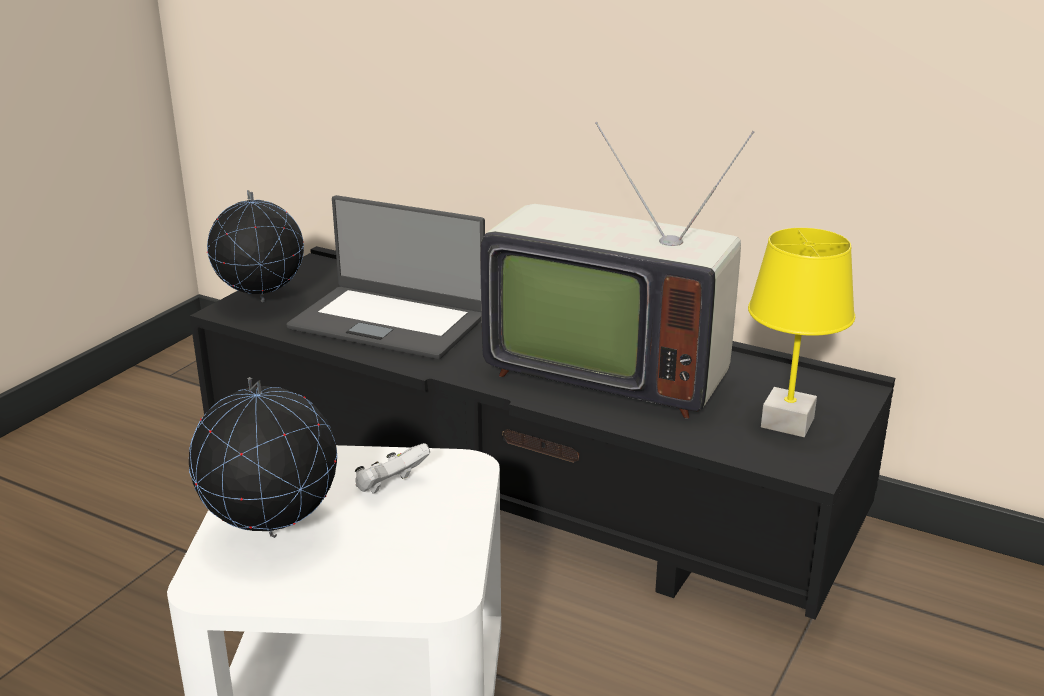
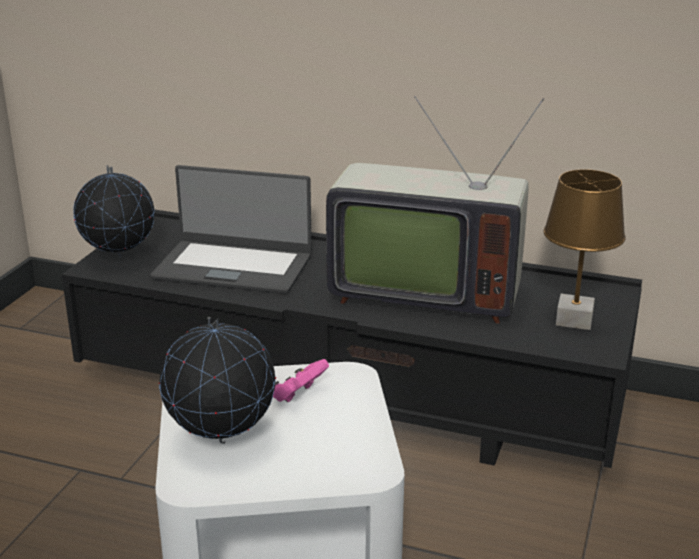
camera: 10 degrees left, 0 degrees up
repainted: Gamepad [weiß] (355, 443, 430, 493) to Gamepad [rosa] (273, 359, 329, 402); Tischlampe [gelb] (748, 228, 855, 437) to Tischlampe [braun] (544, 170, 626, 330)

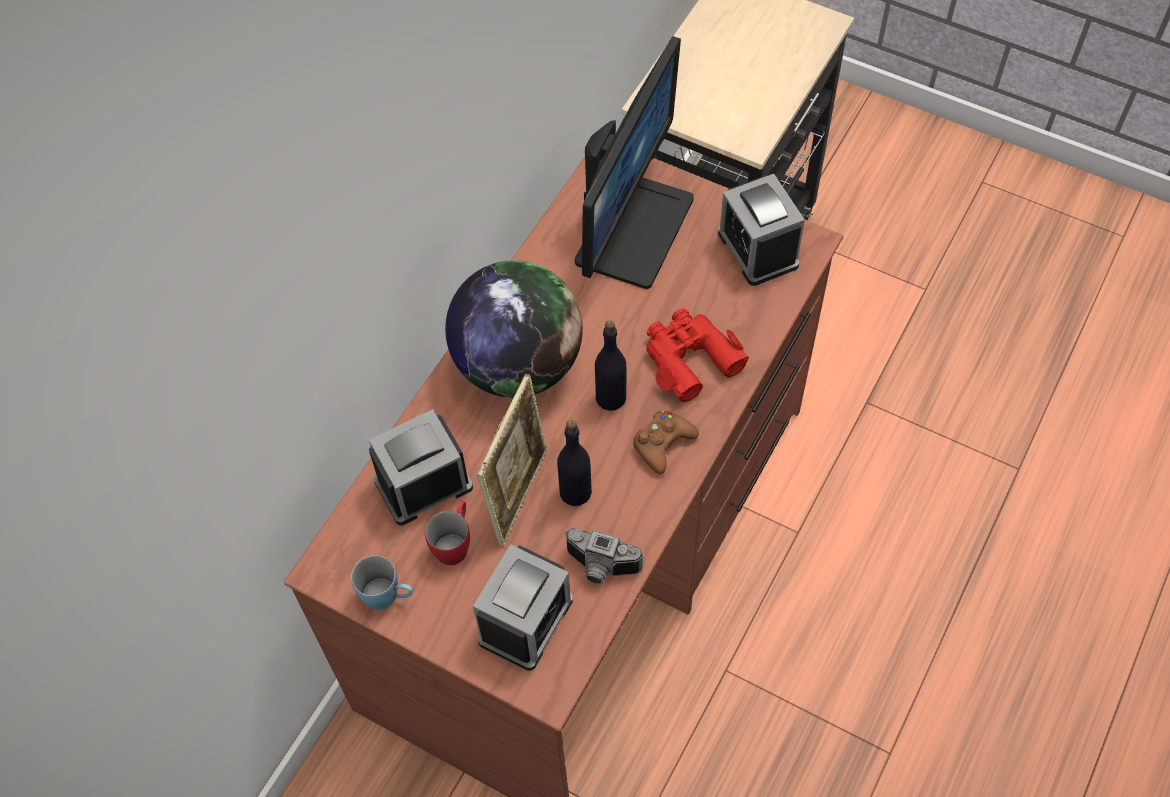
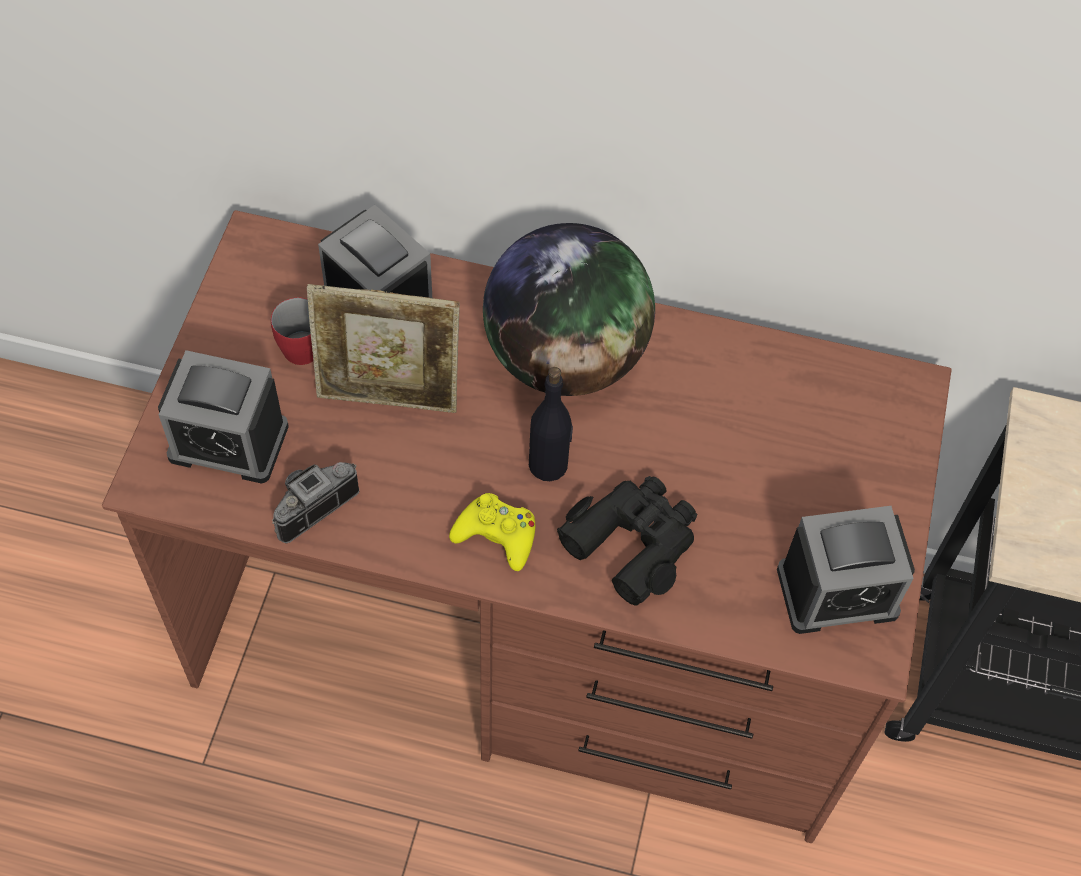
camera: 70 degrees right, 0 degrees up
gone: Henkelbecher [blau] (351, 555, 414, 610); Flasche [schwarz] (557, 420, 592, 506); Monitor (575, 36, 694, 289)
repainted: Gamepad [braun] (633, 410, 699, 475) to Gamepad [gelb] (449, 493, 535, 571); Fernglas [rot] (646, 308, 749, 402) to Fernglas [schwarz] (557, 476, 697, 605)
rotated: Kamera (564, 528, 644, 583) = (272, 462, 359, 544) 45 degrees clockwise; Wecker (718, 174, 805, 286) = (777, 506, 915, 634) 150 degrees counterclockwise

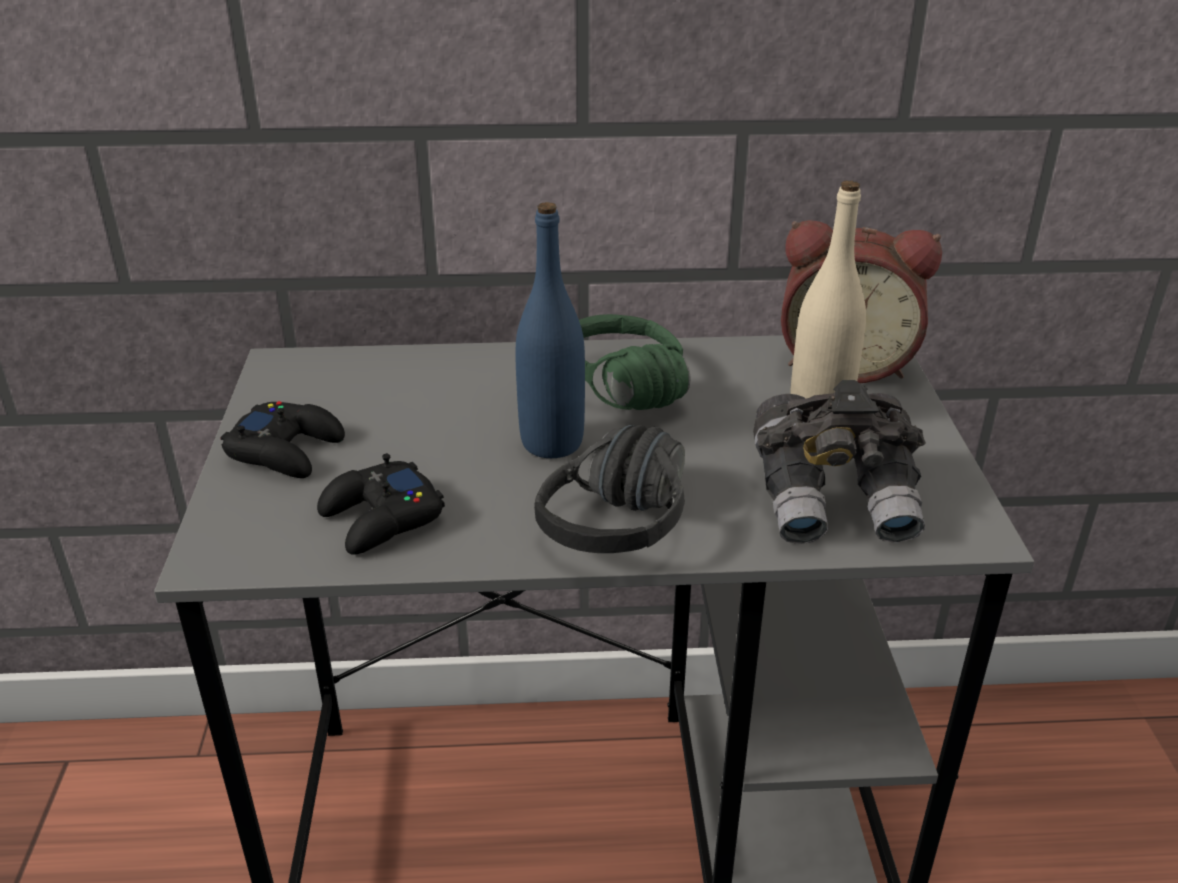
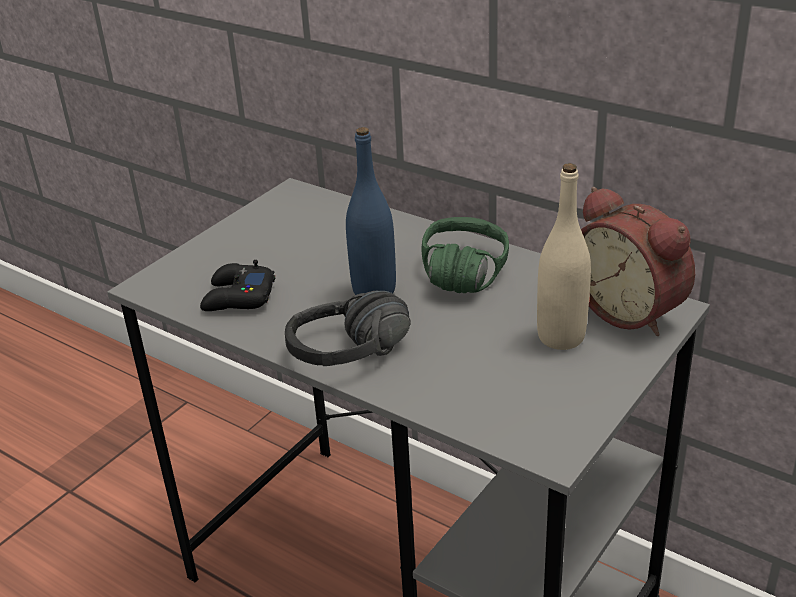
camera: 40 degrees right, 0 degrees up
gone: Gamepad [schwarz] (220, 401, 345, 478); Fernglas [grau] (753, 380, 926, 544)

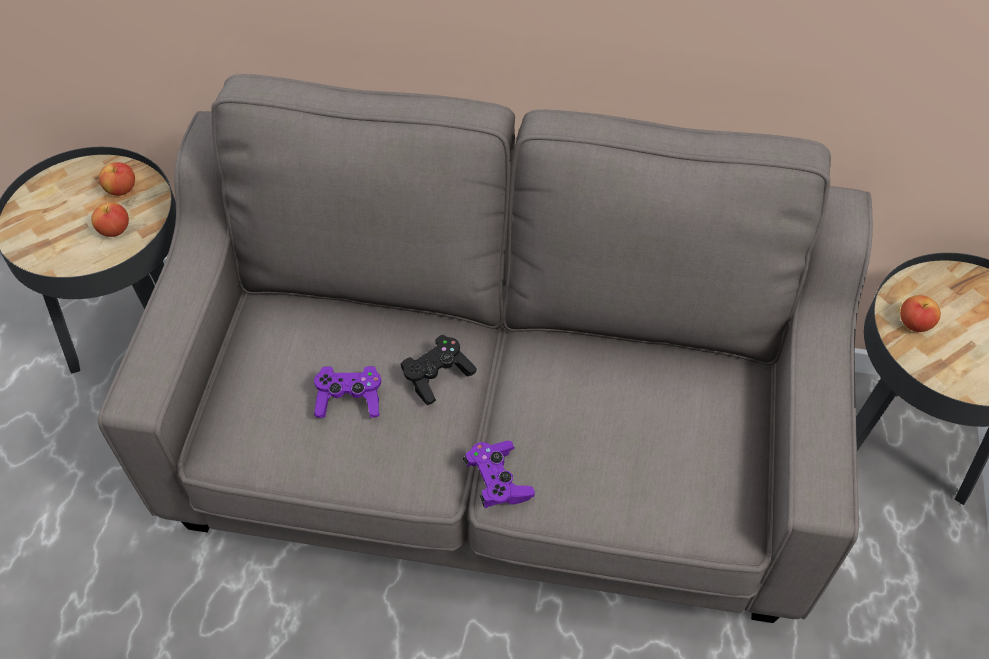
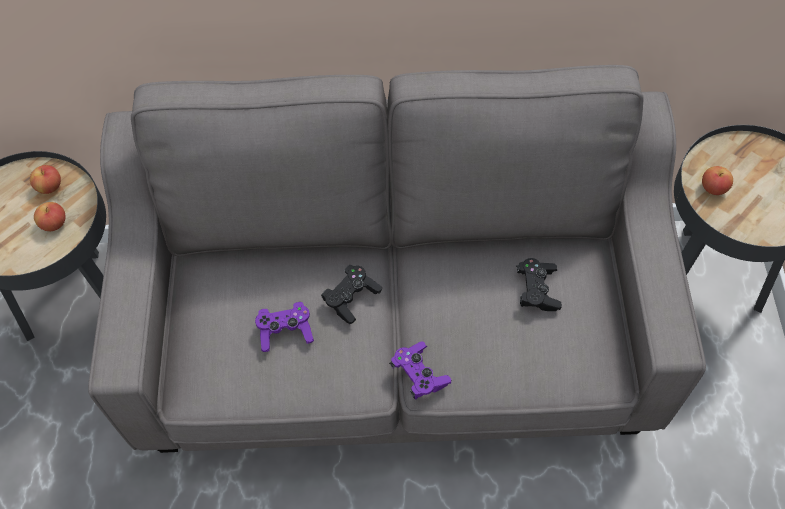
camera: 10 degrees left, 5 degrees up
new: Gamepad [schwarz] (516, 258, 562, 311)

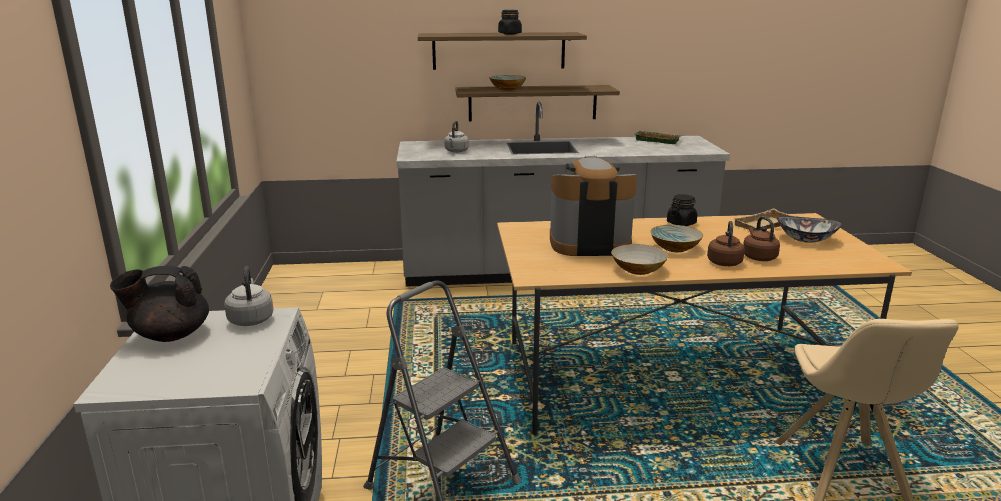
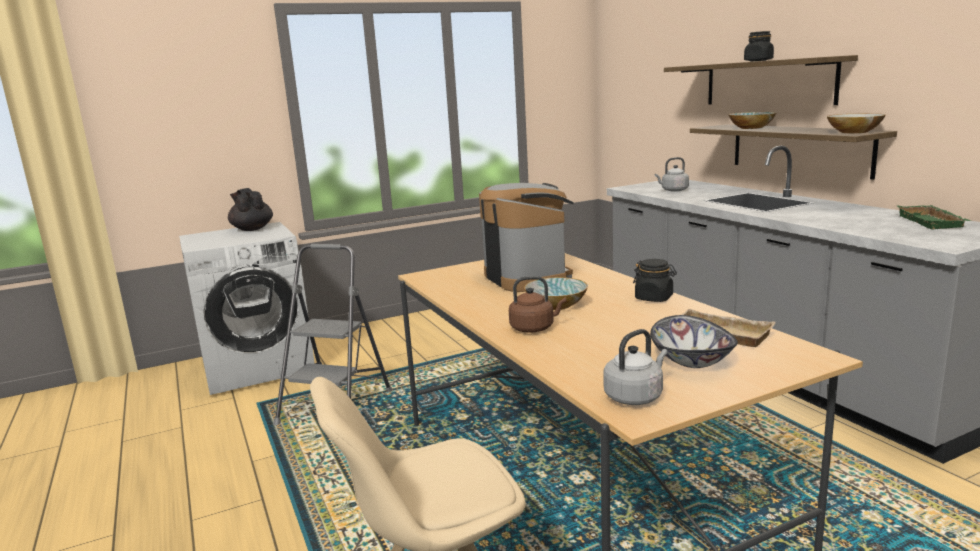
camera: 70 degrees right, 5 degrees down
gone: Wasserkessel [braun] (743, 216, 780, 261)
shifted: Wasserkessel [grau] (224, 266, 274, 326) to (603, 329, 668, 405); Schüssel (611, 244, 668, 275) to (827, 113, 886, 133)

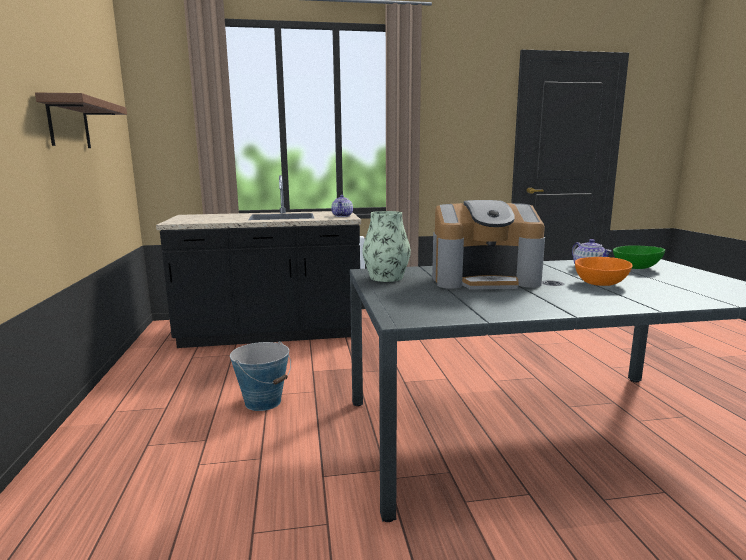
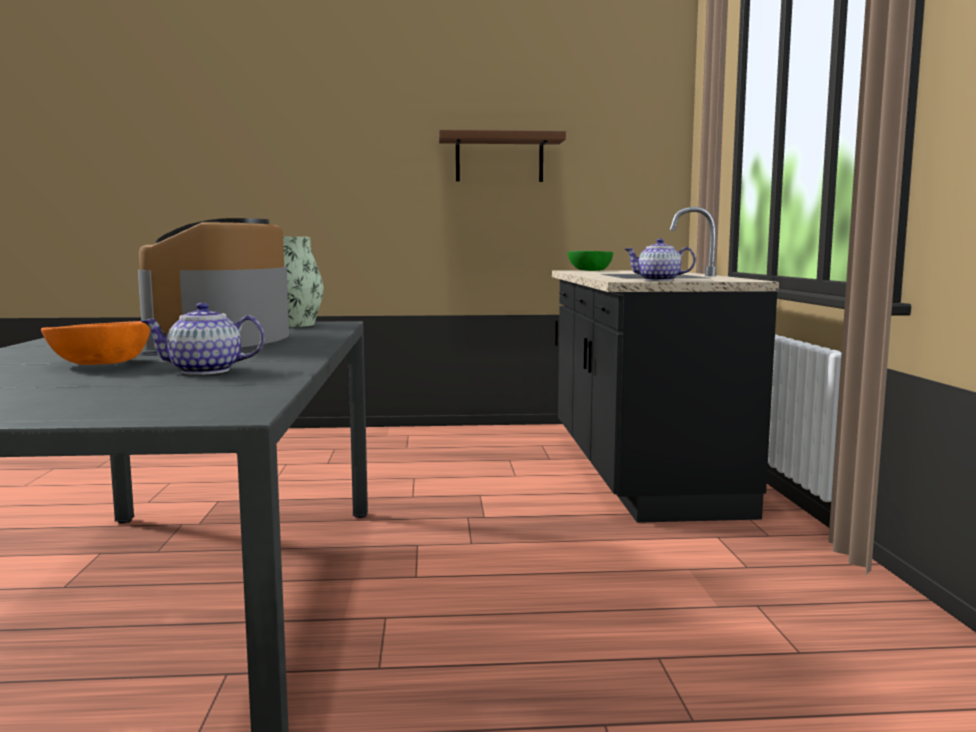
camera: 95 degrees right, 5 degrees down
gone: Eimer (230, 341, 291, 411)
shifted: Schüssel [grün] (613, 245, 665, 269) to (567, 251, 613, 271)

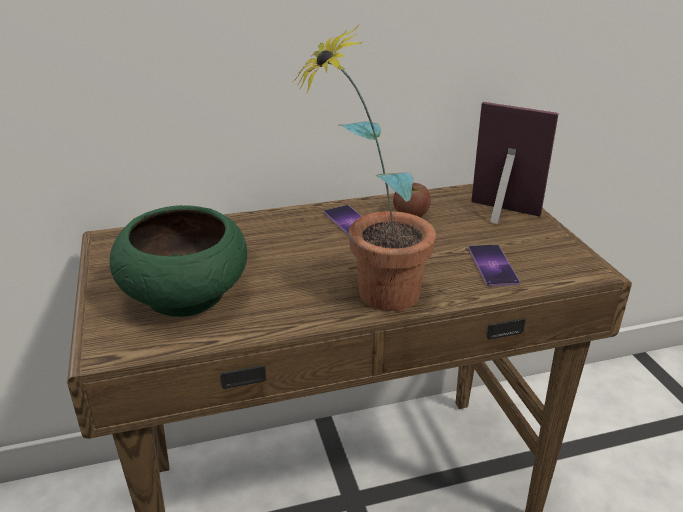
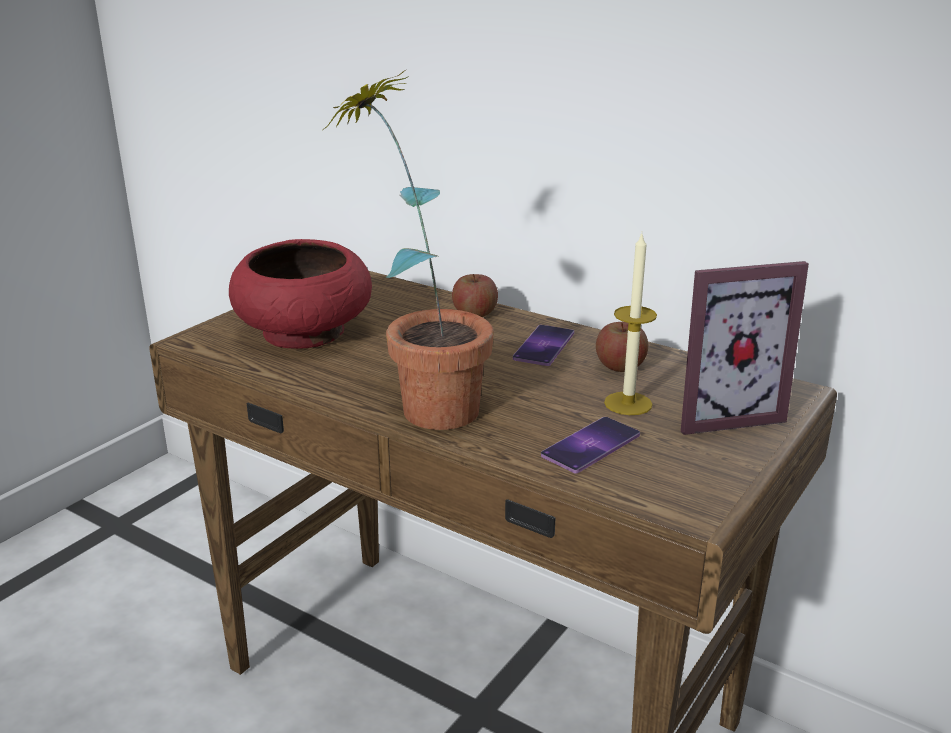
camera: 50 degrees right, 5 degrees down
new: Apfel (452, 274, 498, 317); Kerze (604, 234, 657, 415)
repainted: Schüssel [grün] (110, 205, 247, 317) to Schüssel [rot] (229, 239, 372, 349)
rotated: Bilderrahmen (471, 102, 559, 224) = (681, 261, 809, 435) 90 degrees clockwise

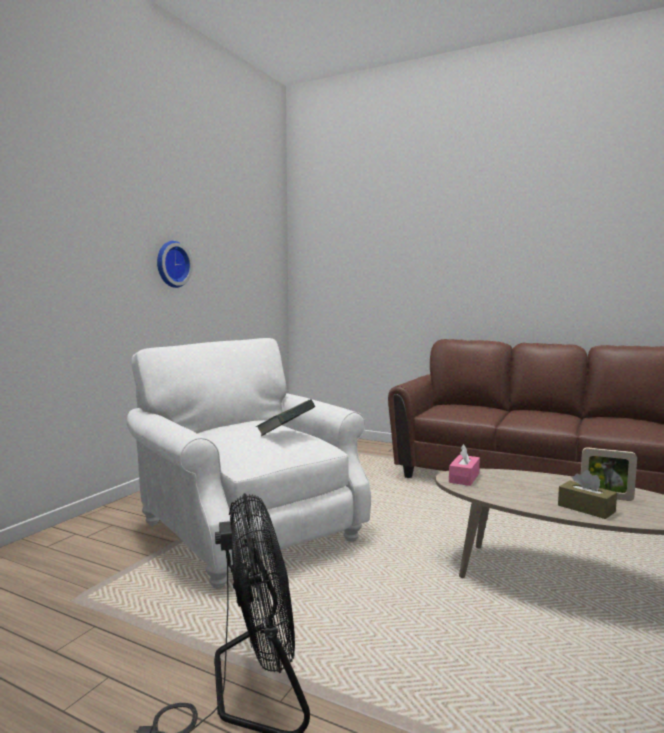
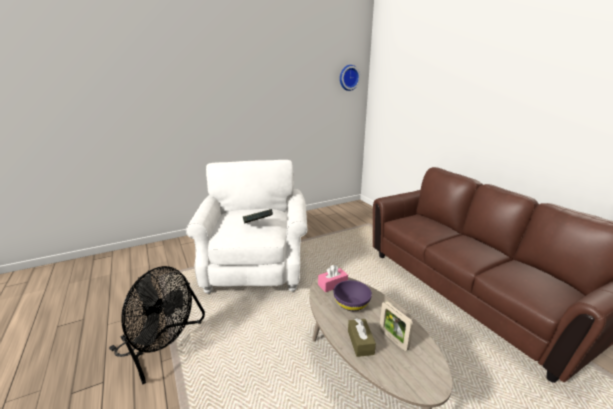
camera: 35 degrees right, 15 degrees up
new: Schüssel [lila] (333, 280, 372, 311)
shifted: Wanduhr (157, 241, 193, 288) to (340, 65, 360, 91)

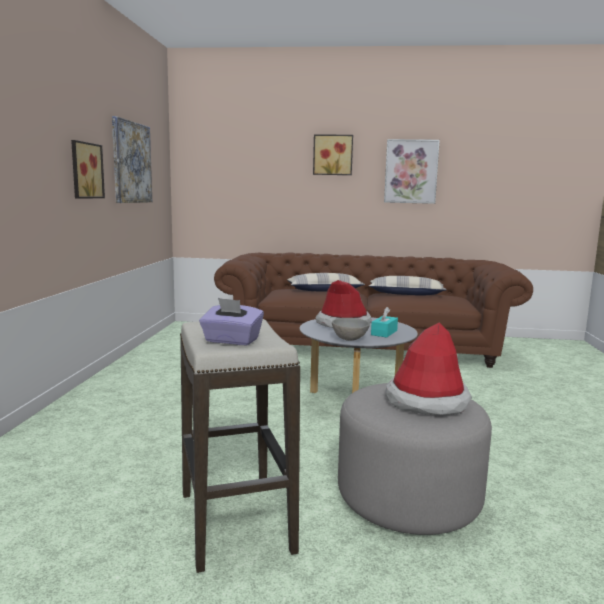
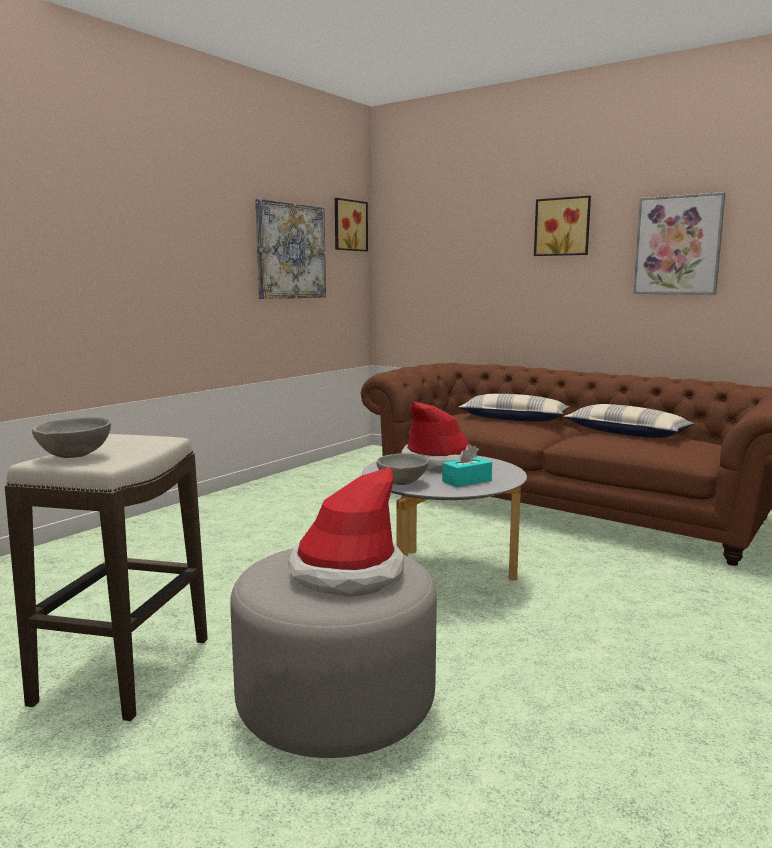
camera: 30 degrees right, 0 degrees up
shifted: Bild (71, 140, 105, 198) to (335, 198, 368, 251)
swapped: Taschentuchbox [lila] (199, 298, 264, 345) to Schüssel [grau] (32, 417, 111, 458)

